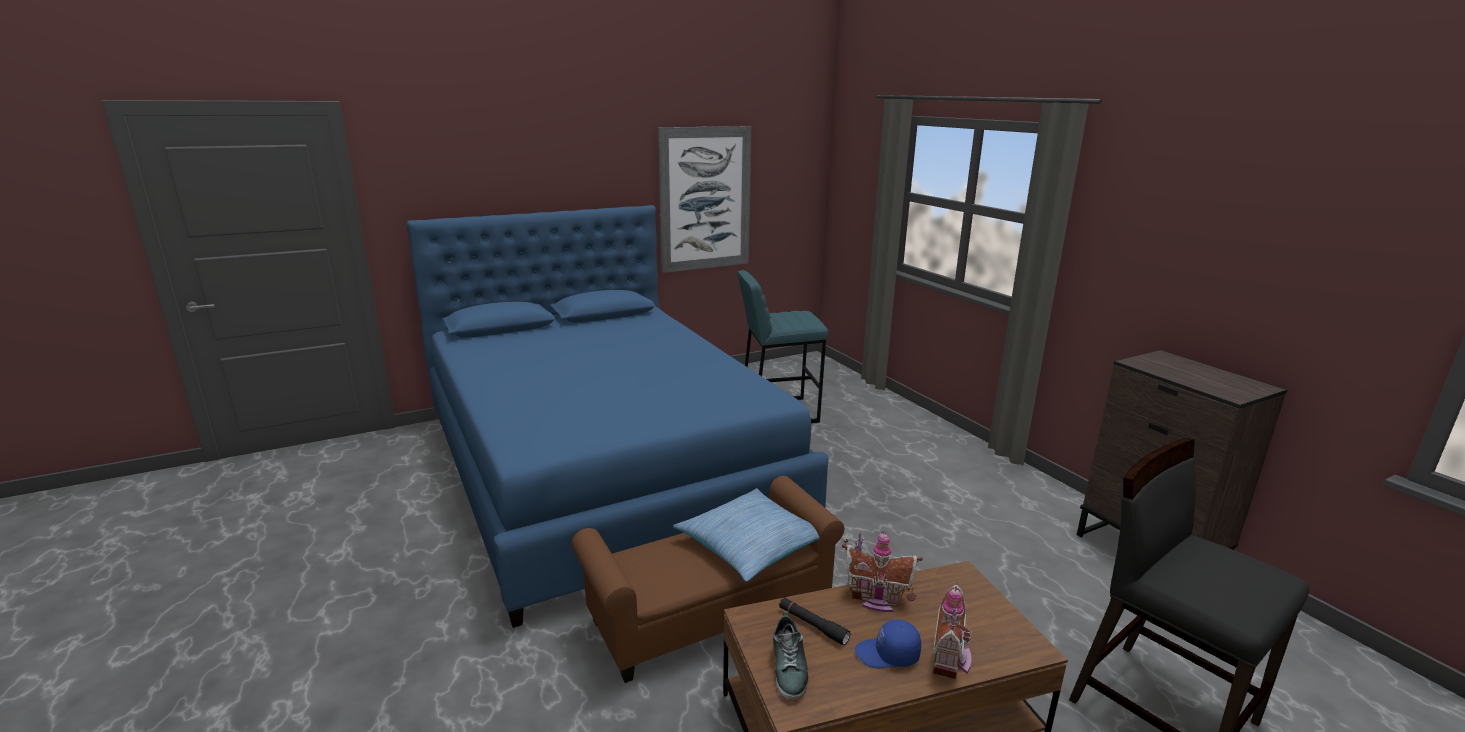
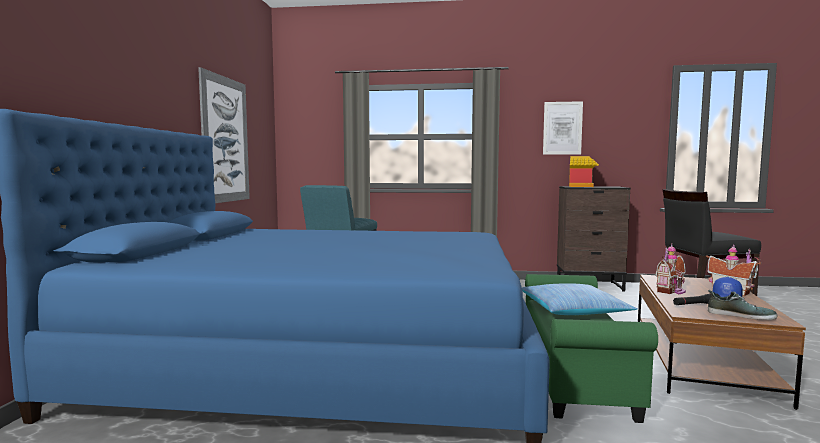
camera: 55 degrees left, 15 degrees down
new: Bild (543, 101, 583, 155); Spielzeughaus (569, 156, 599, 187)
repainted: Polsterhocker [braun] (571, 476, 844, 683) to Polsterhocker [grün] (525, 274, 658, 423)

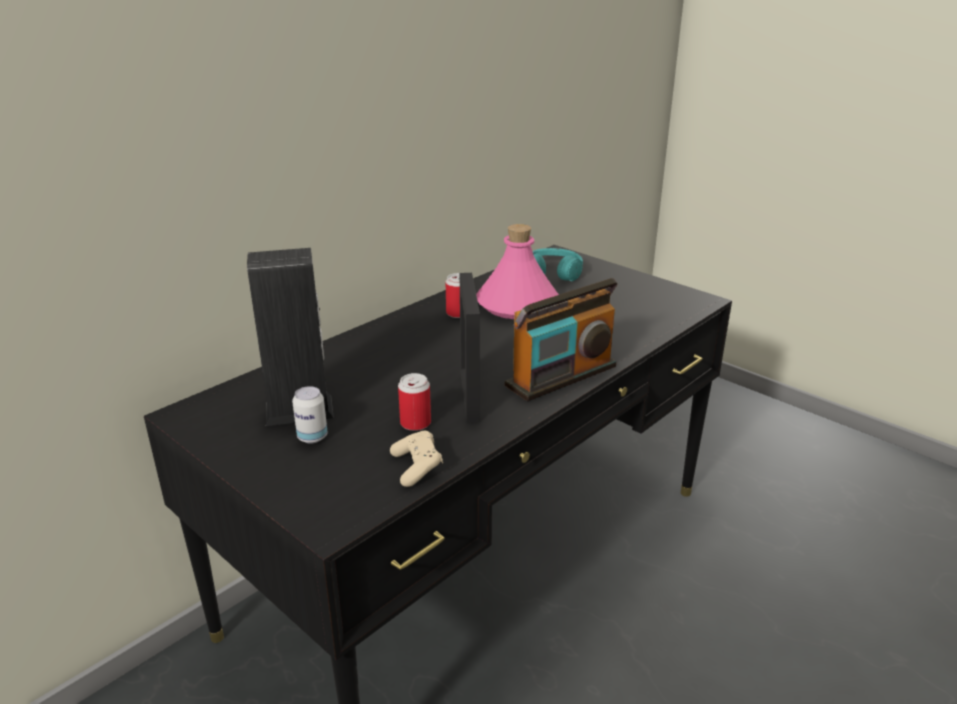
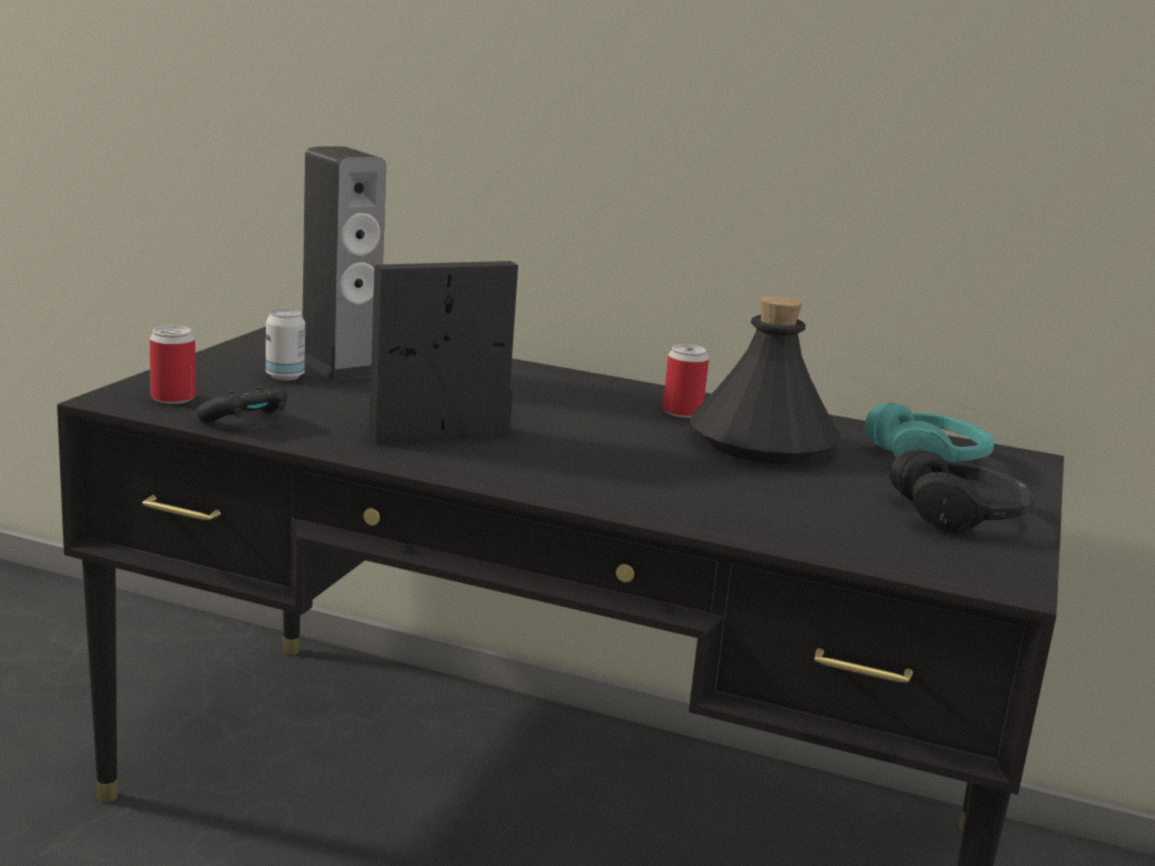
camera: 65 degrees right, 10 degrees down
gone: Radio (505, 278, 617, 401)
new: Kopfhörer [schwarz] (890, 449, 1035, 533)
shifted: Dose (398, 373, 431, 431) to (149, 325, 196, 404)
repainted: Gamepad [beige] (390, 431, 443, 487) to Gamepad [schwarz] (197, 387, 287, 423); Flasche [rosa] (476, 224, 559, 319) to Flasche [schwarz] (690, 296, 840, 464)

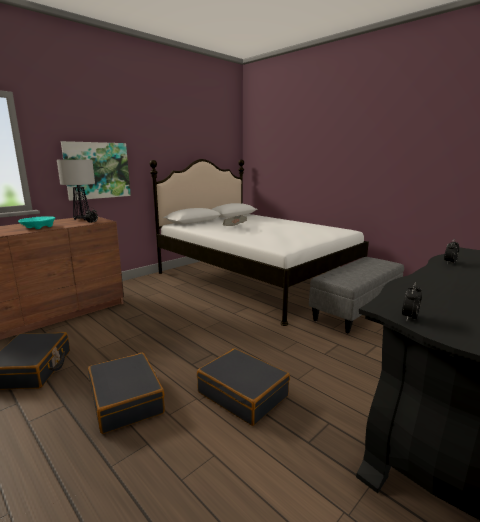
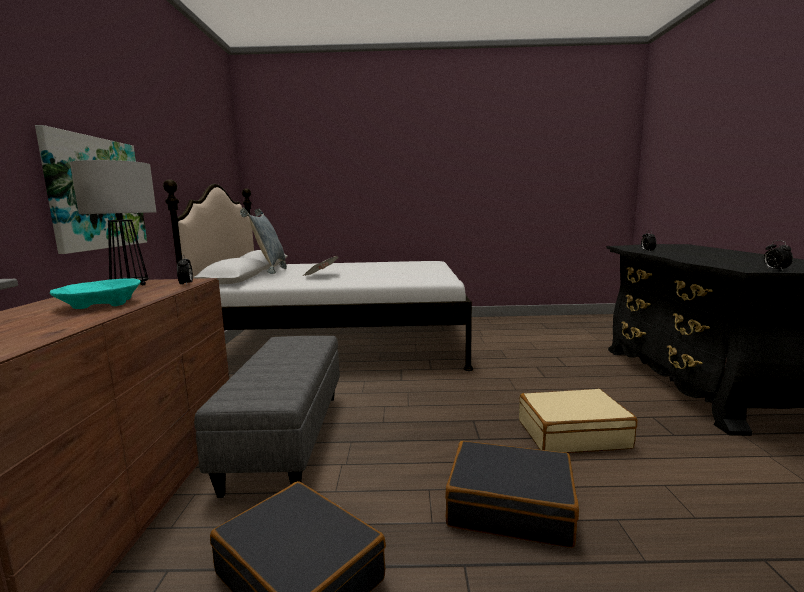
camera: 45 degrees left, 5 degrees down
new: Kissen (240, 207, 287, 274)
shifted: Polsterhocker [grau] (309, 257, 404, 333) to (194, 336, 340, 498)
repainted: Koffer [schwarz] (197, 348, 290, 426) to Koffer [beige] (519, 389, 637, 453)

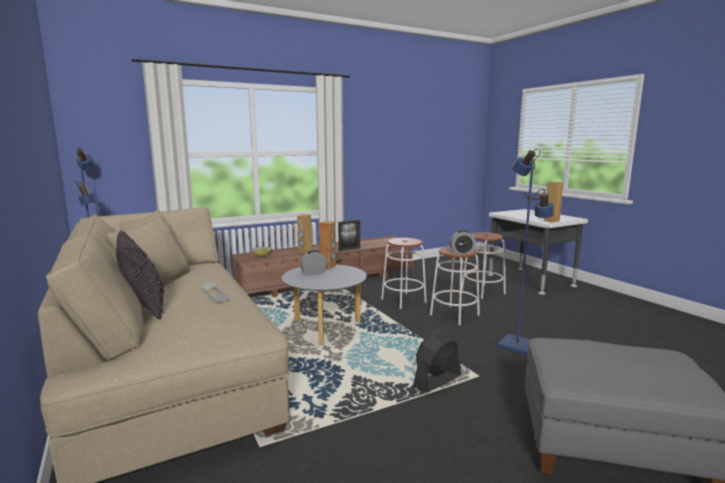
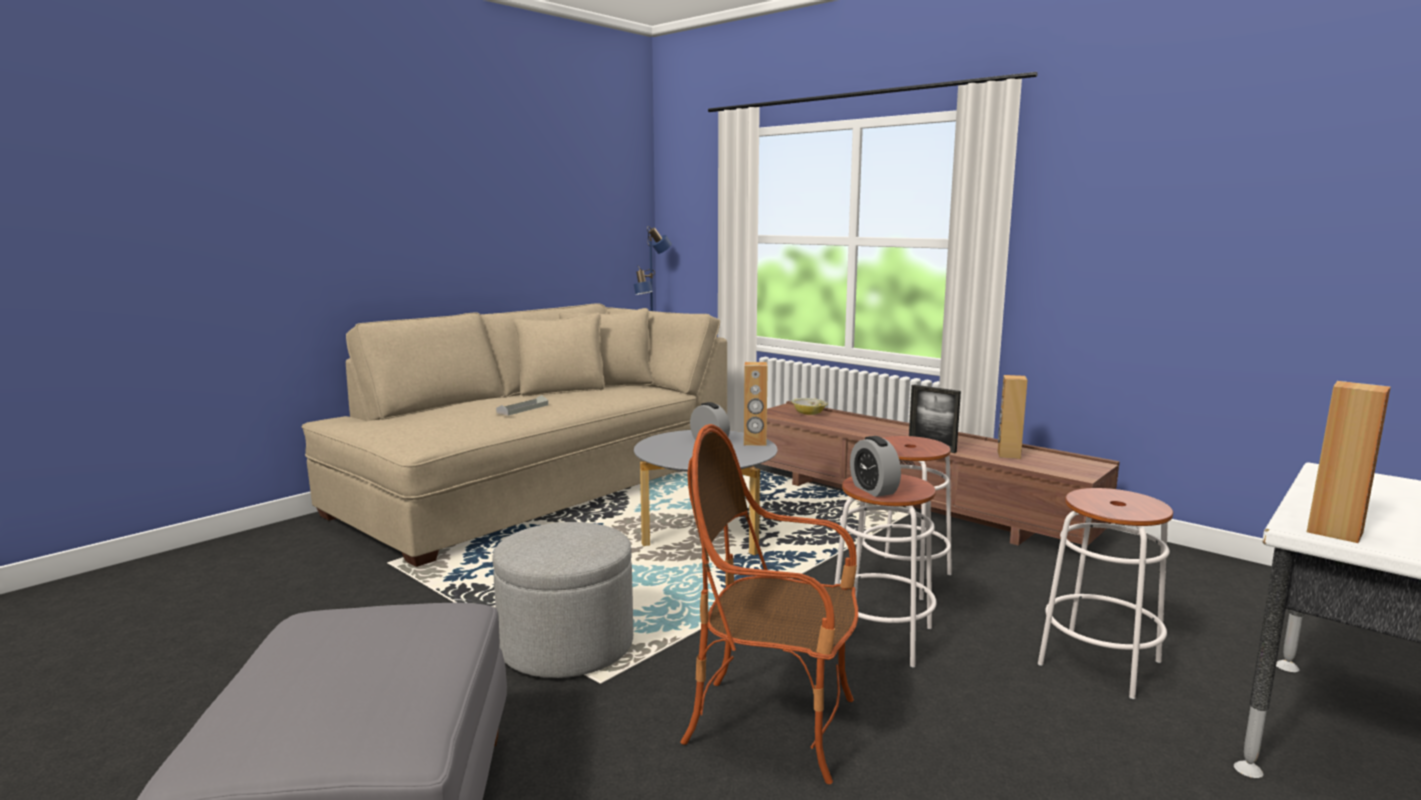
camera: 70 degrees right, 0 degrees up
gone: Kissen [schwarz] (116, 231, 164, 319)
shifted: Lautsprecher [braun] (297, 214, 312, 253) to (997, 375, 1027, 459)
swapped: Ventilator [schwarz] (413, 330, 461, 393) to Polsterhocker [grau] (492, 522, 633, 678); Stehlampe [blau] (497, 149, 554, 355) to Sessel (680, 424, 858, 784)

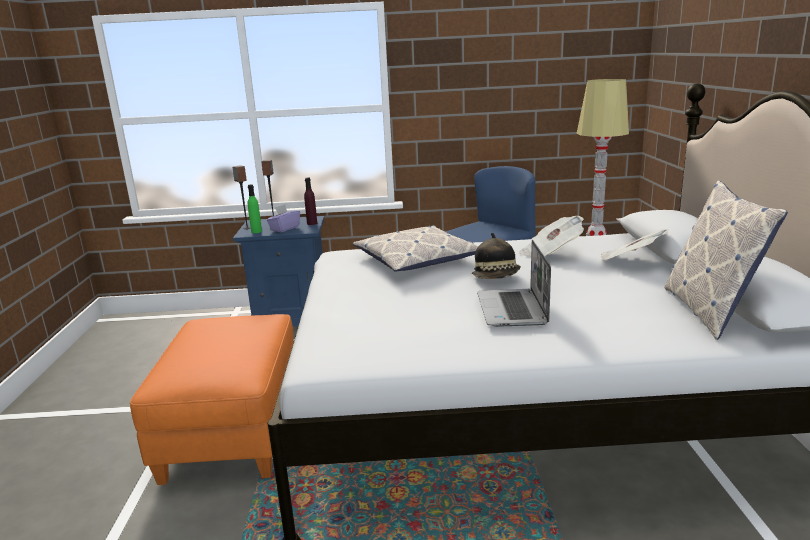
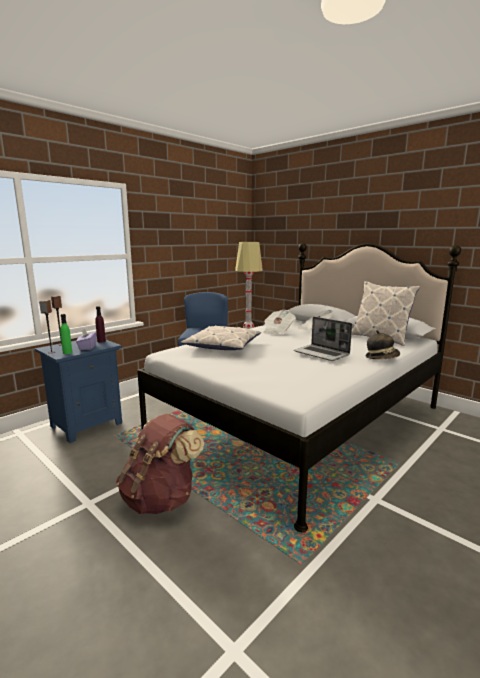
camera: 45 degrees left, 5 degrees down
shifted: Hut (472, 233, 521, 279) to (366, 330, 400, 359)
swapped: Polsterhocker [orange] (130, 314, 294, 485) to Rucksack [braun] (116, 414, 204, 514)

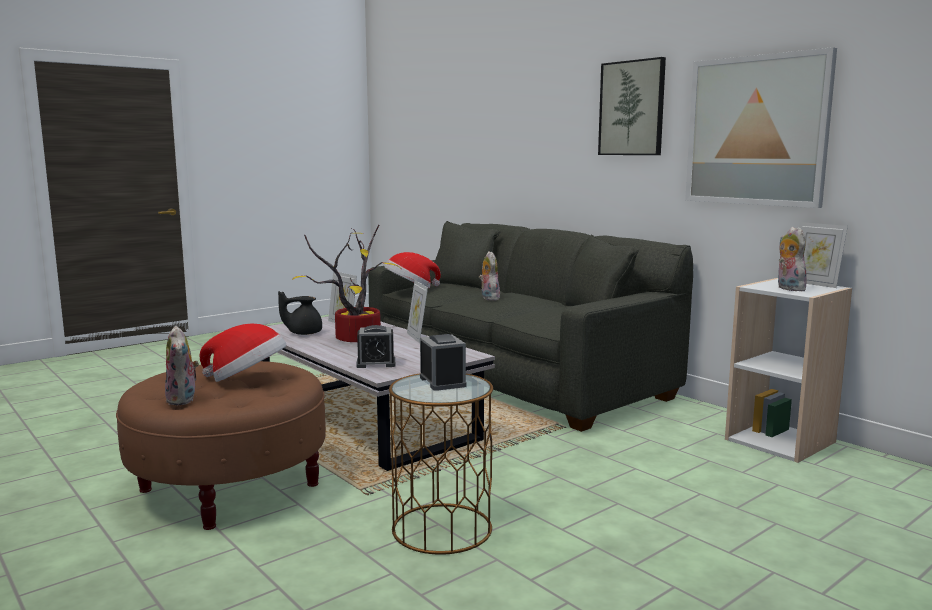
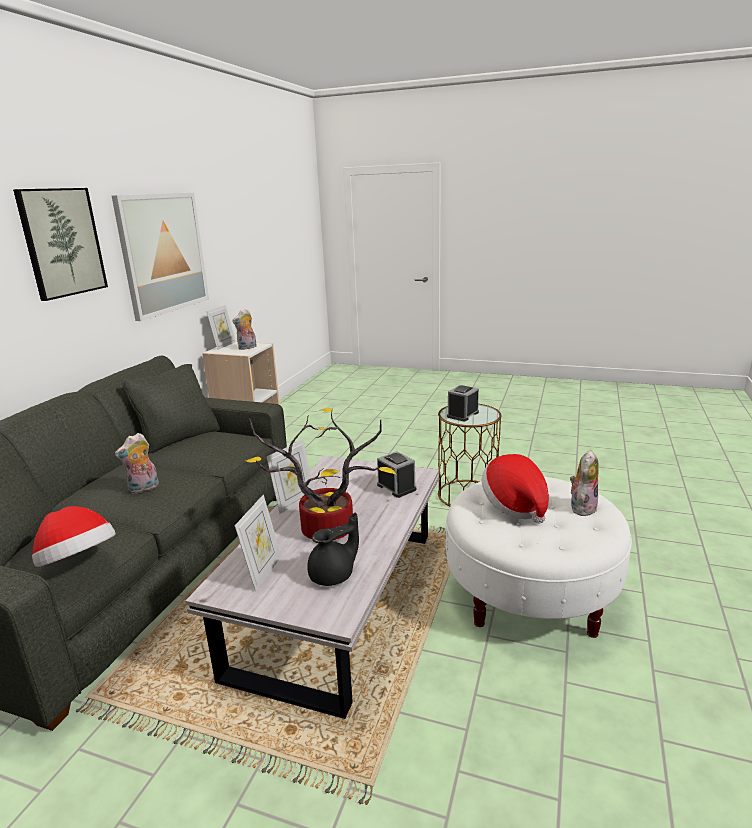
camera: 120 degrees left, 10 degrees up
repainted: Polsterhocker [braun] (116, 361, 326, 530) to Polsterhocker [weiß] (446, 477, 632, 638)
rotated: Teekanne [schwarz] (278, 291, 322, 335) = (307, 513, 359, 586) 75 degrees counterclockwise

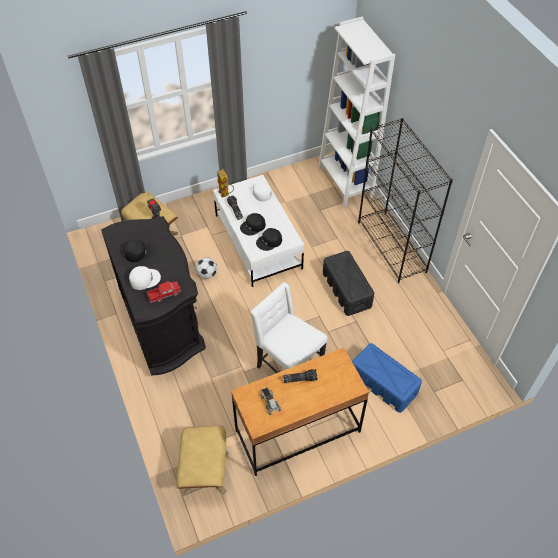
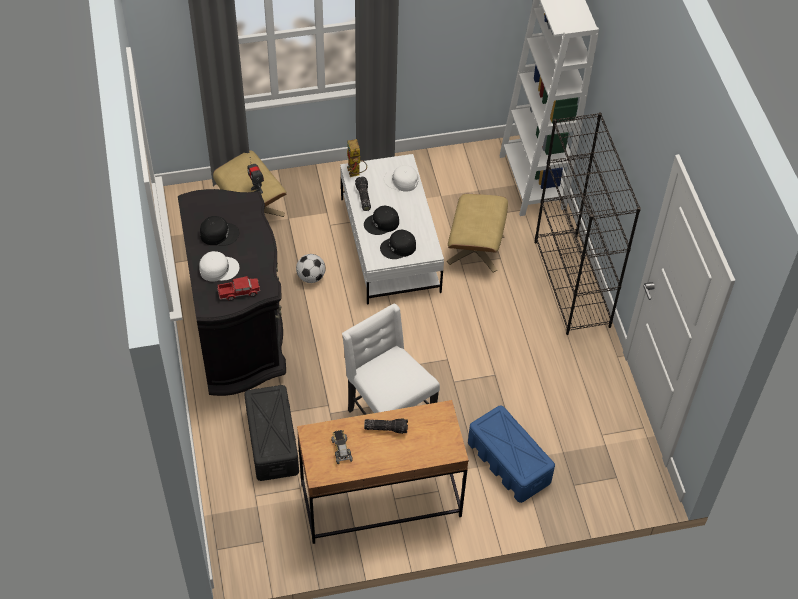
camera: 10 degrees right, 0 degrees up
shifted: Polsterhocker [beige] (176, 426, 229, 494) to (447, 194, 508, 272); Aufbewahrungsbox [schwarz] (323, 251, 374, 316) to (244, 385, 299, 481)

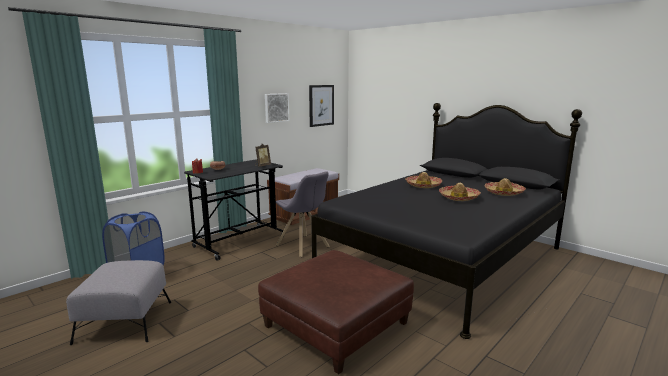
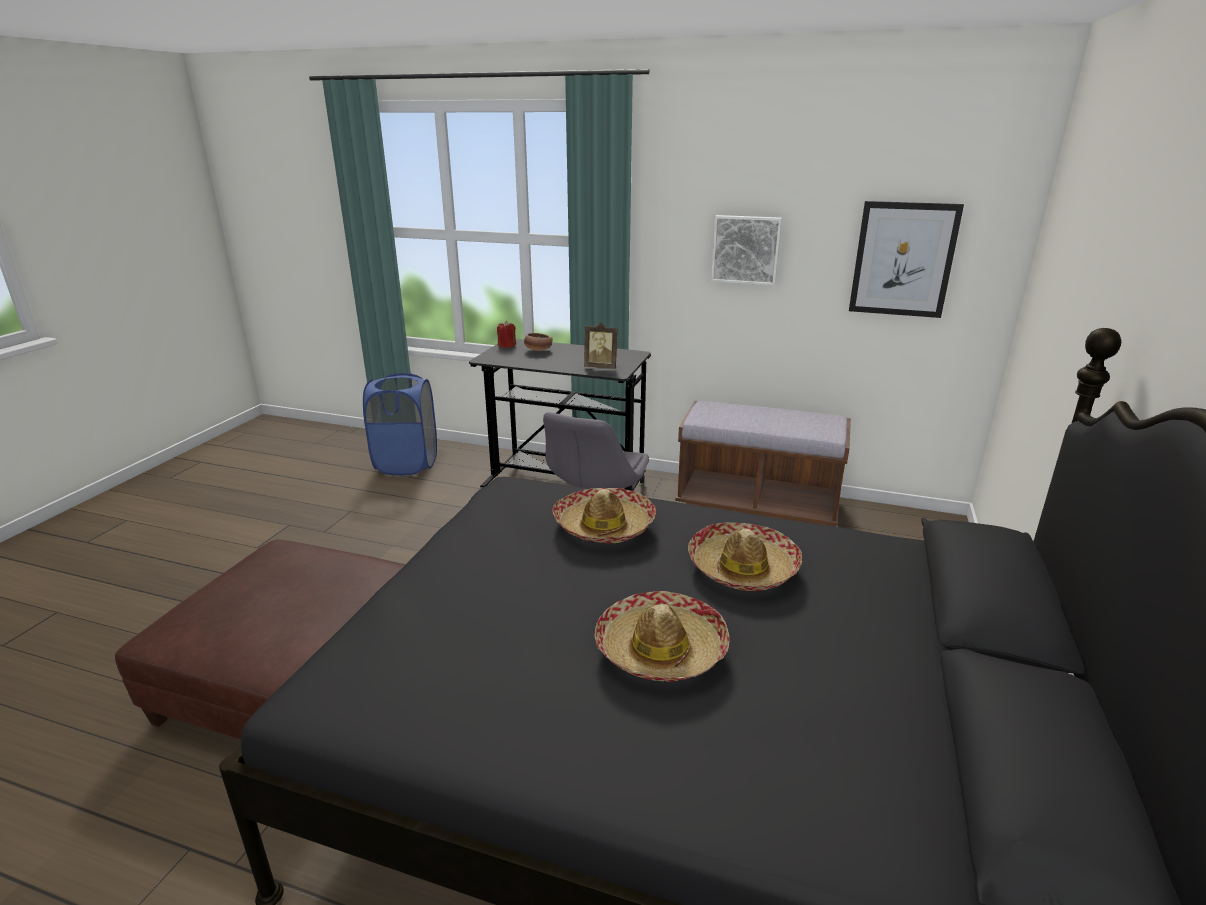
camera: 65 degrees right, 10 degrees up
gone: Polsterhocker [grau] (66, 260, 172, 345)
shifted: Hut (484, 178, 526, 196) to (553, 488, 656, 543)

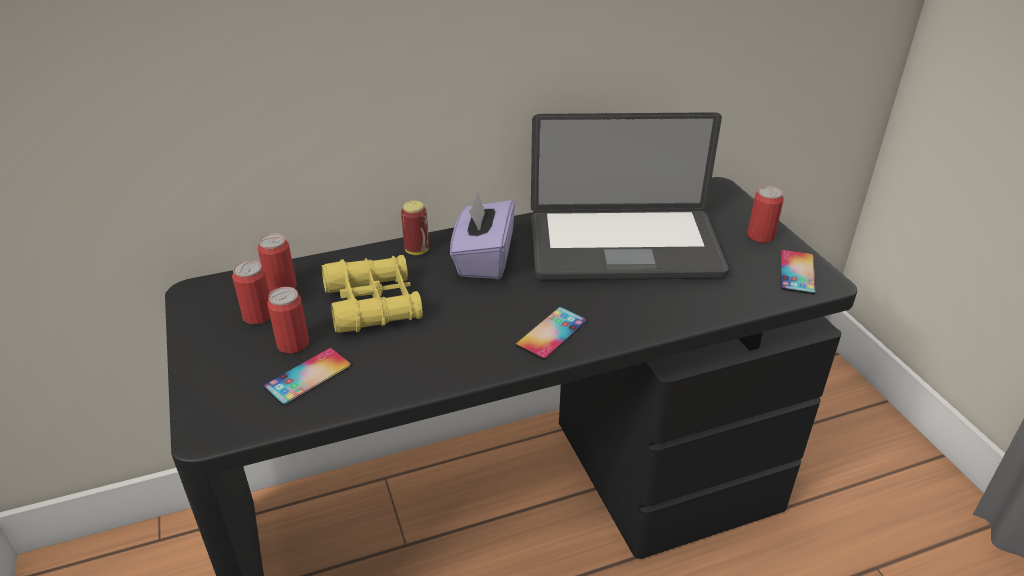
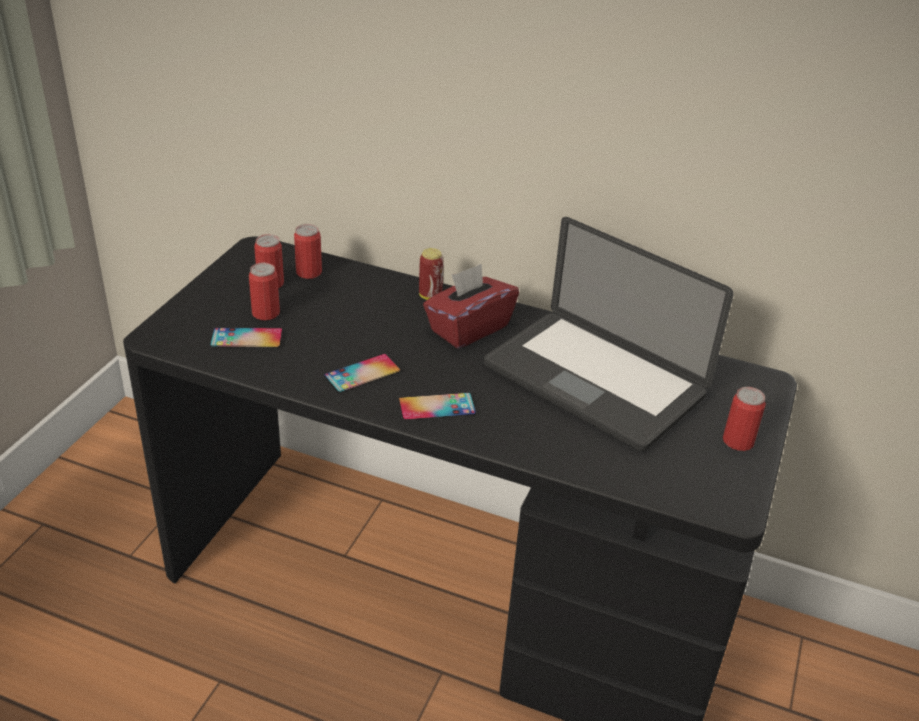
camera: 40 degrees right, 0 degrees up
gone: Fernglas [gelb] (322, 255, 423, 333)
shifted: Handy (781, 250, 816, 295) to (324, 354, 400, 393)
repainted: Taschentuchbox [lila] (450, 192, 515, 279) to Taschentuchbox [rot] (423, 264, 519, 348)

